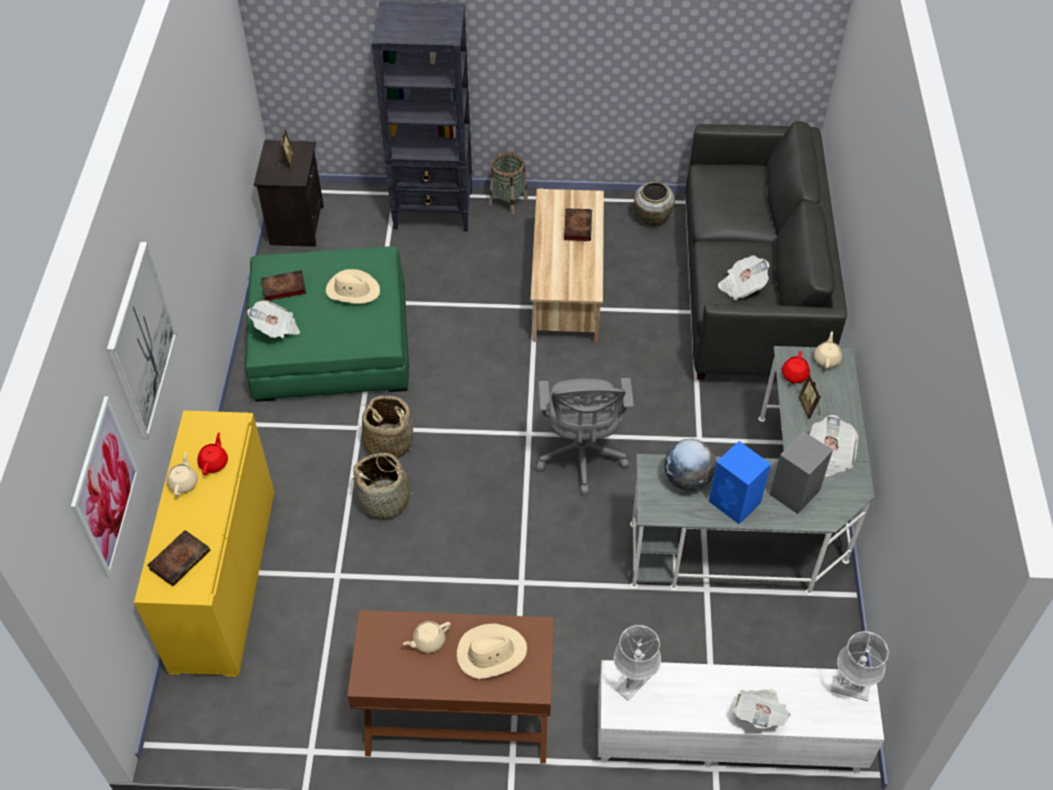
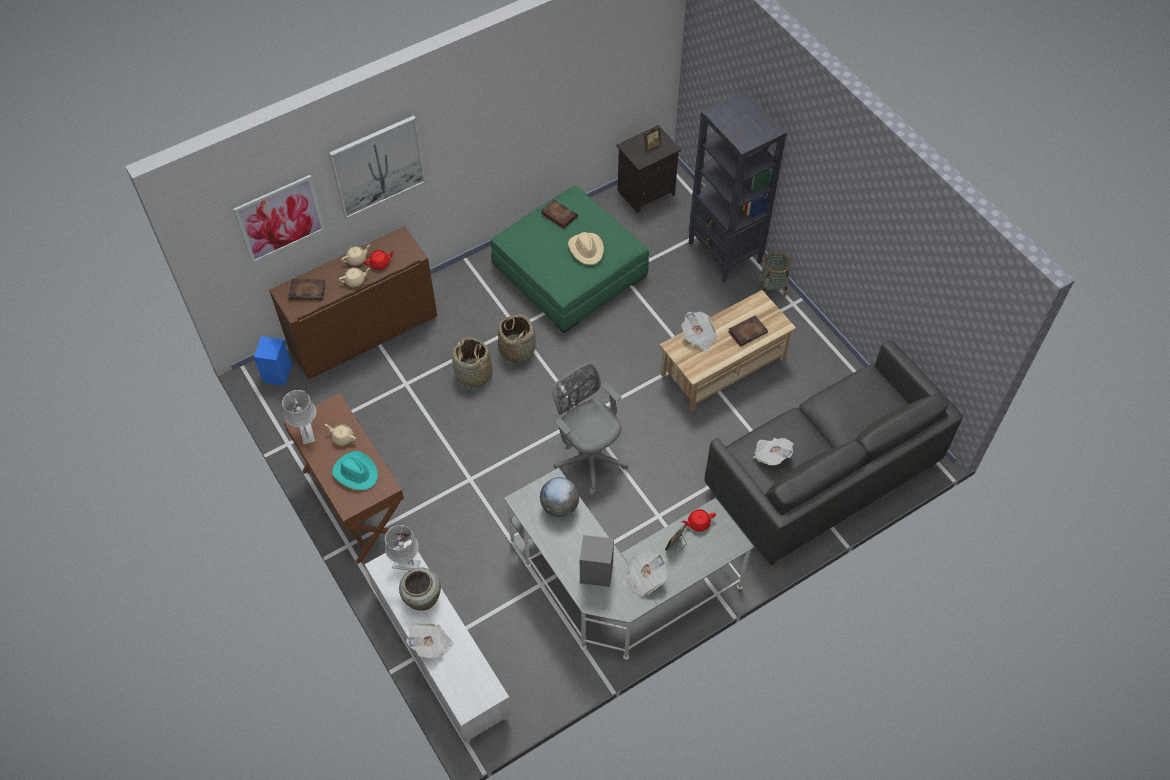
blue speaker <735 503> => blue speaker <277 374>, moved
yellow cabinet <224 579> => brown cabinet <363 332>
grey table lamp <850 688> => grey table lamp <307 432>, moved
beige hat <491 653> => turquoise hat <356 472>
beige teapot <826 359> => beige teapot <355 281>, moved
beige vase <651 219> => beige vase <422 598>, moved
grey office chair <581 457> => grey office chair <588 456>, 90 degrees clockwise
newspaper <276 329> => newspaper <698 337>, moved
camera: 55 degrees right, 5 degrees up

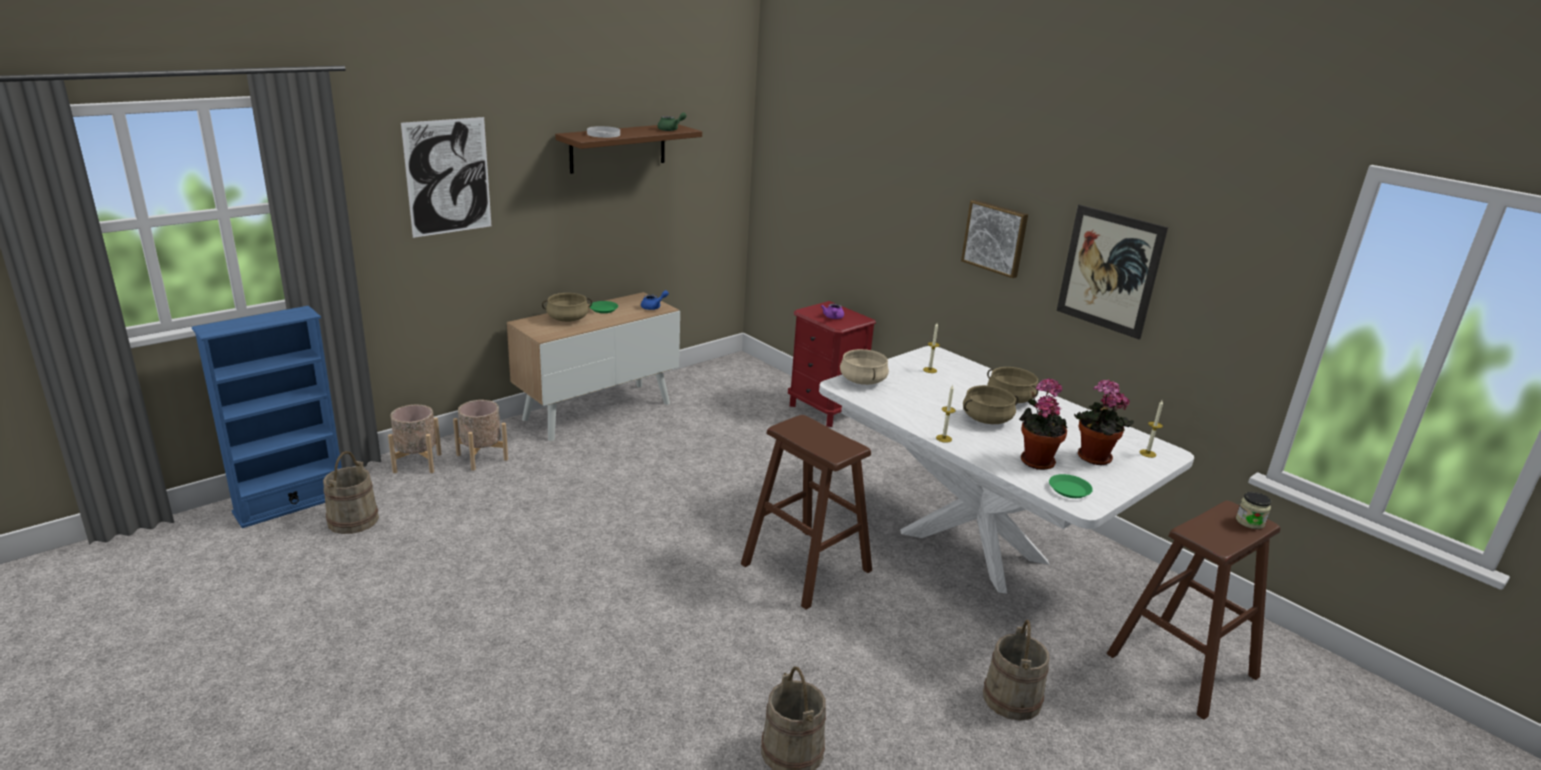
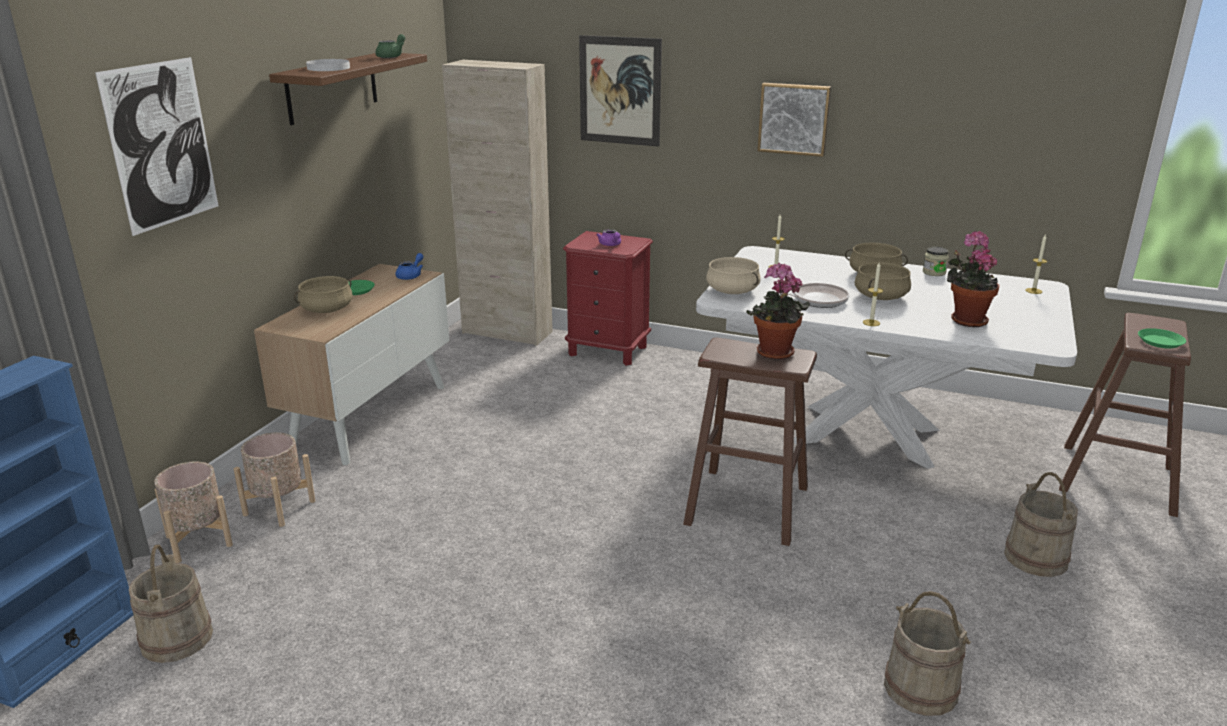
nothing => beige cabinet <507 332>
picture <1109 271> => picture <620 91>, moved
potted plant <1092 459> => potted plant <774 354>, moved
nothing => frying pan <816 300>
jar <1250 522> => jar <934 272>, moved
green plate <1069 489> => green plate <1160 342>, moved
camera: 25 degrees left, 0 degrees up

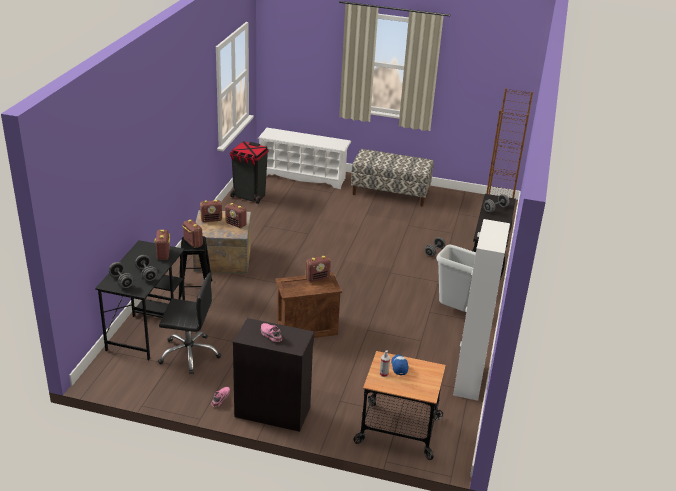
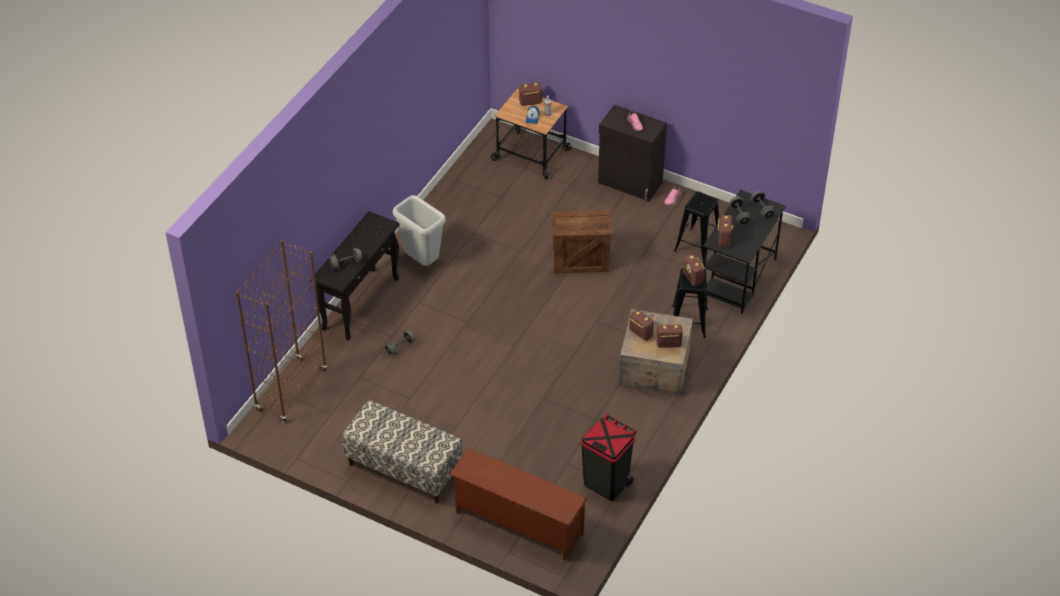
white shoe rack <303 176> => brown shoe rack <517 524>
radio <317 278> => radio <530 102>, moved
black office chair <189 354> => black stool <697 245>
white cabinet <469 380> => nothing
camera: 165 degrees left, 15 degrees up

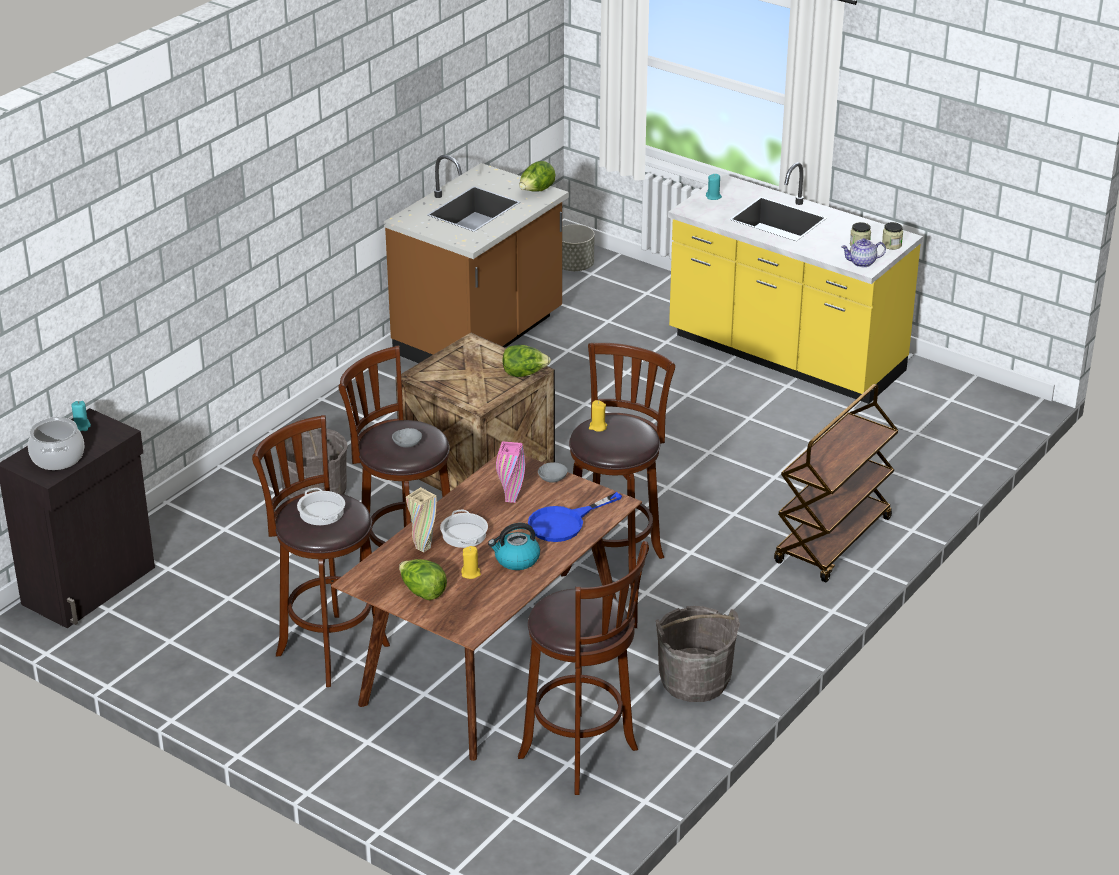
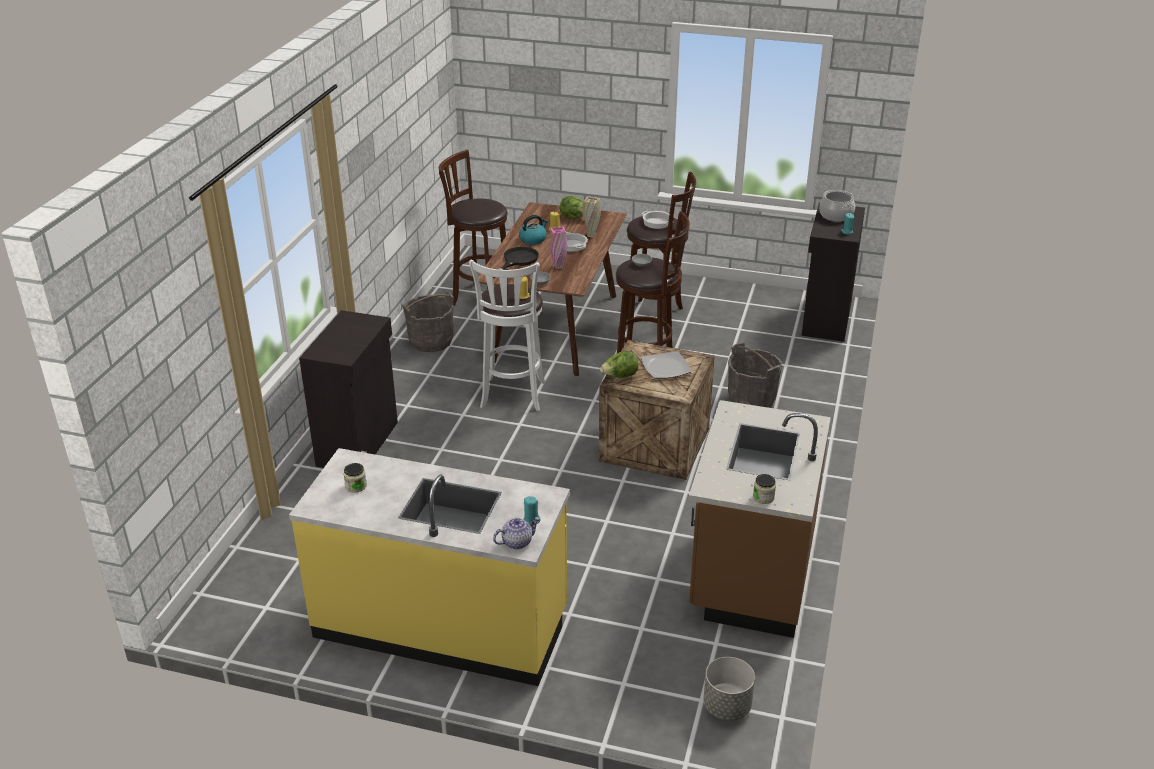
brown cart <833 541> => black cabinet <359 443>
brown stool <615 562> => white stool <512 397>
blue frying pan <564 523> => black frying pan <516 261>
teapot <862 263> => teapot <517 542>, moved
nothing => plate <665 368>
jar <891 245> => jar <763 497>, moved
lettuce <536 191> => nothing
camera: 160 degrees right, 0 degrees up

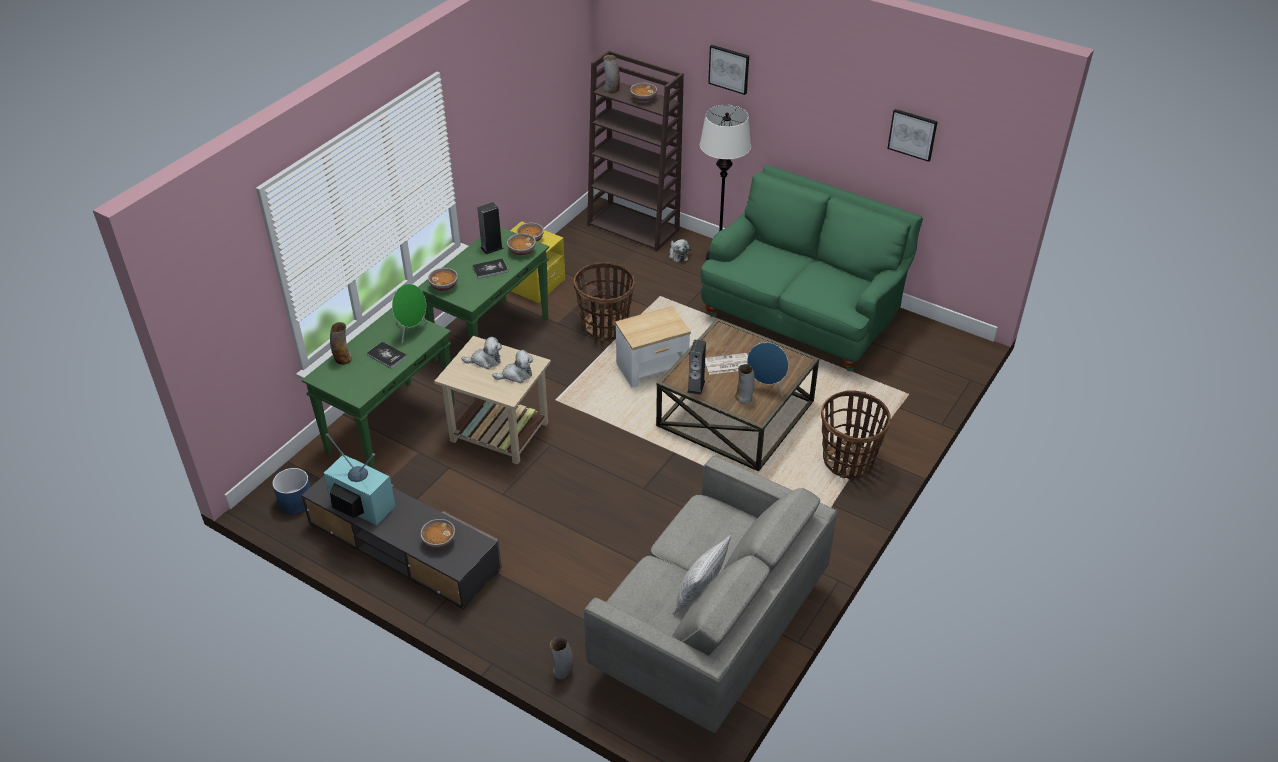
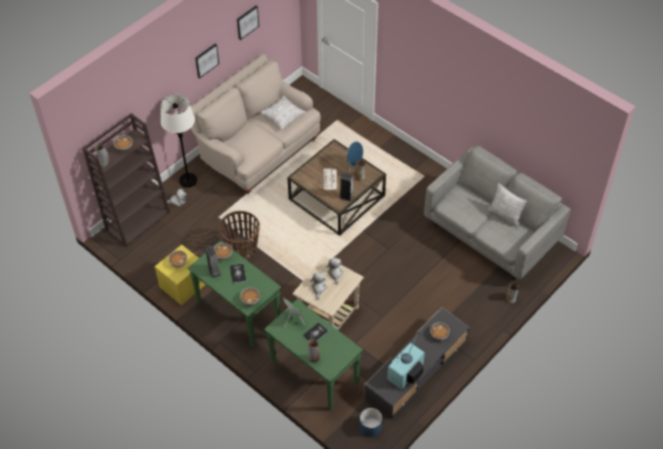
green sofa <803 316> => beige sofa <258 150>
picture <729 69> => picture <206 60>, moved
nothing => pillow <283 116>
side table <652 368> => nothing
basket <848 461> => nothing
camera: 80 degrees left, 10 degrees up

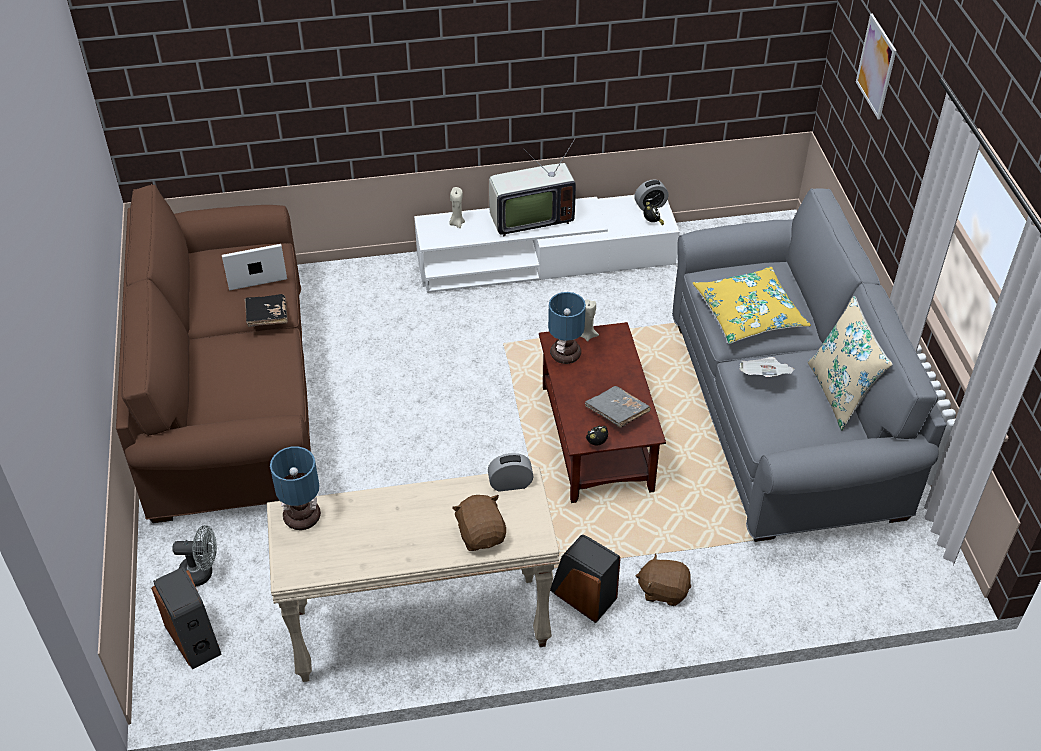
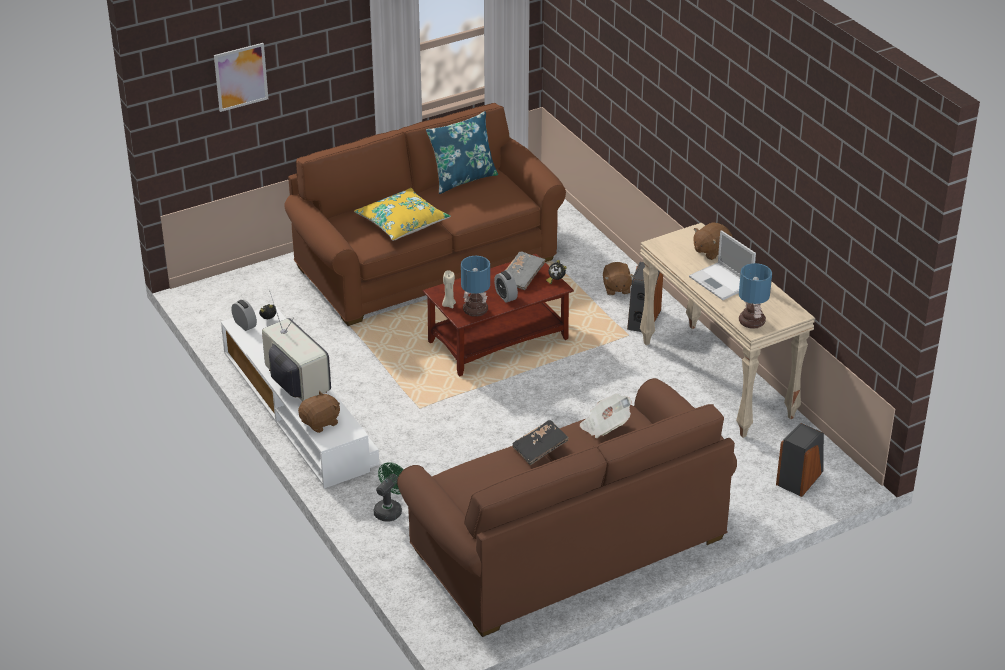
grey sofa <783 414> => brown sofa <426 264>
beige candle <457 223> => brown plush toy <320 423>
nothing => green fan <390 509>
beige pillow <840 393> => blue pillow <462 179>
alarm clock <510 484> => alarm clock <506 296>, moved
newspaper <764 377> => newspaper <605 426>, moved
laptop <253 272> => laptop <721 282>, moved
grey fan <202 573> => nothing
camera: 110 degrees left, 10 degrees down

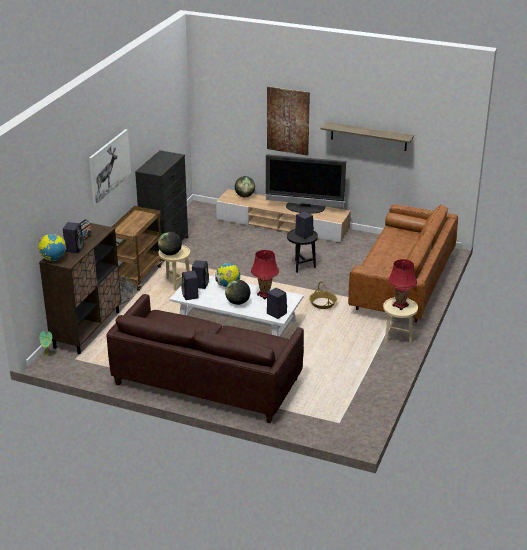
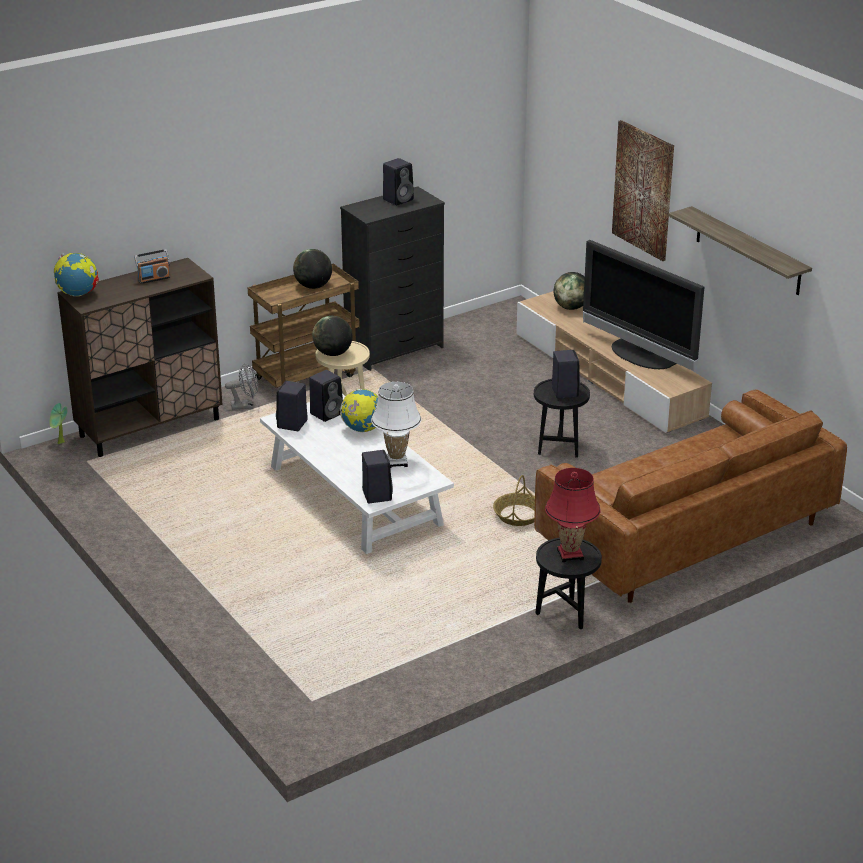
globe <238 302> => globe <313 286>, moved
red table lamp <265 295> => white table lamp <397 462>
black speaker <74 248> => black speaker <398 199>, moved
beige side table <398 339> => black side table <565 615>
picture <109 166> => nothing
brown sofa <207 381> => nothing
camera: 35 degrees right, 0 degrees up

